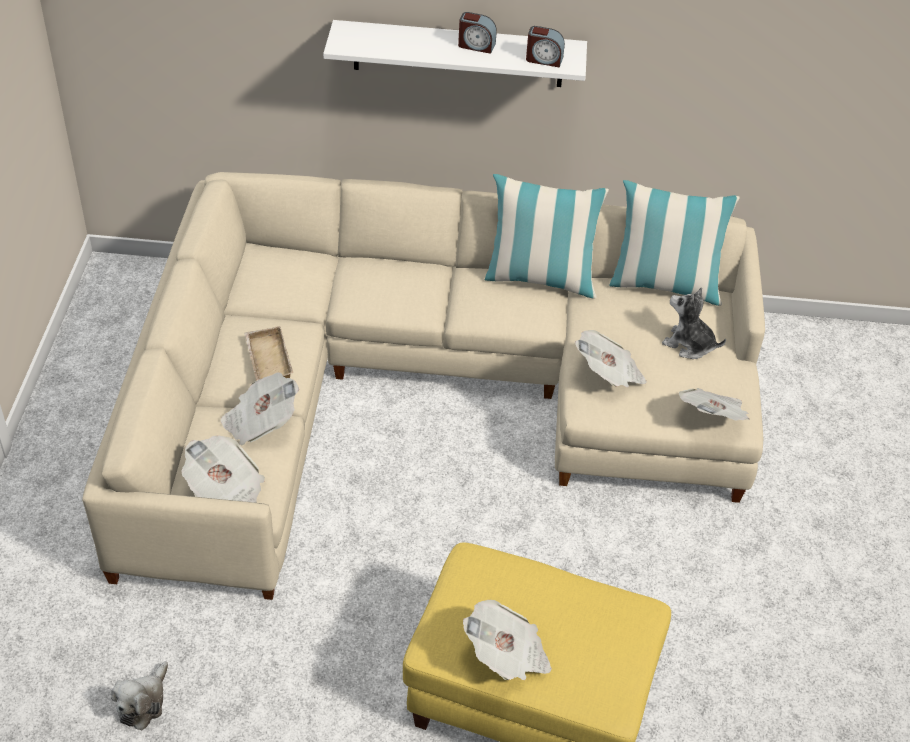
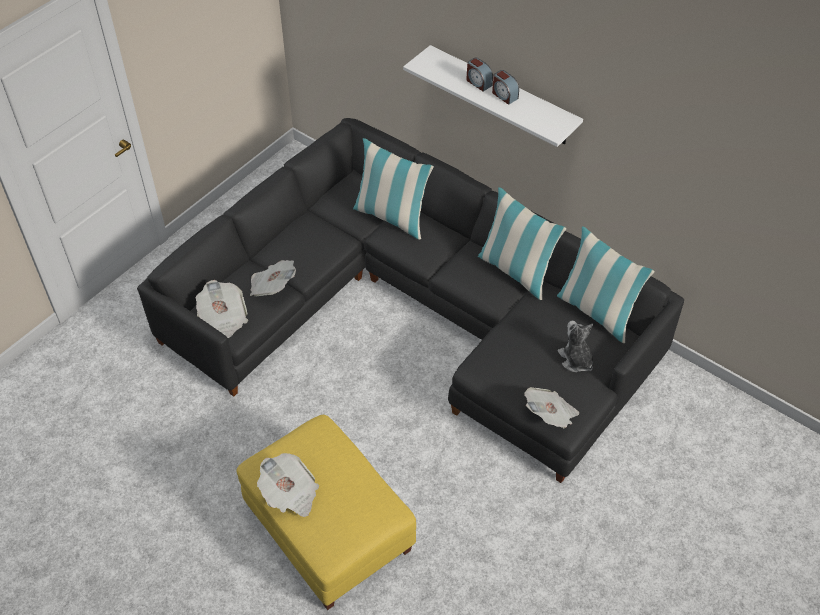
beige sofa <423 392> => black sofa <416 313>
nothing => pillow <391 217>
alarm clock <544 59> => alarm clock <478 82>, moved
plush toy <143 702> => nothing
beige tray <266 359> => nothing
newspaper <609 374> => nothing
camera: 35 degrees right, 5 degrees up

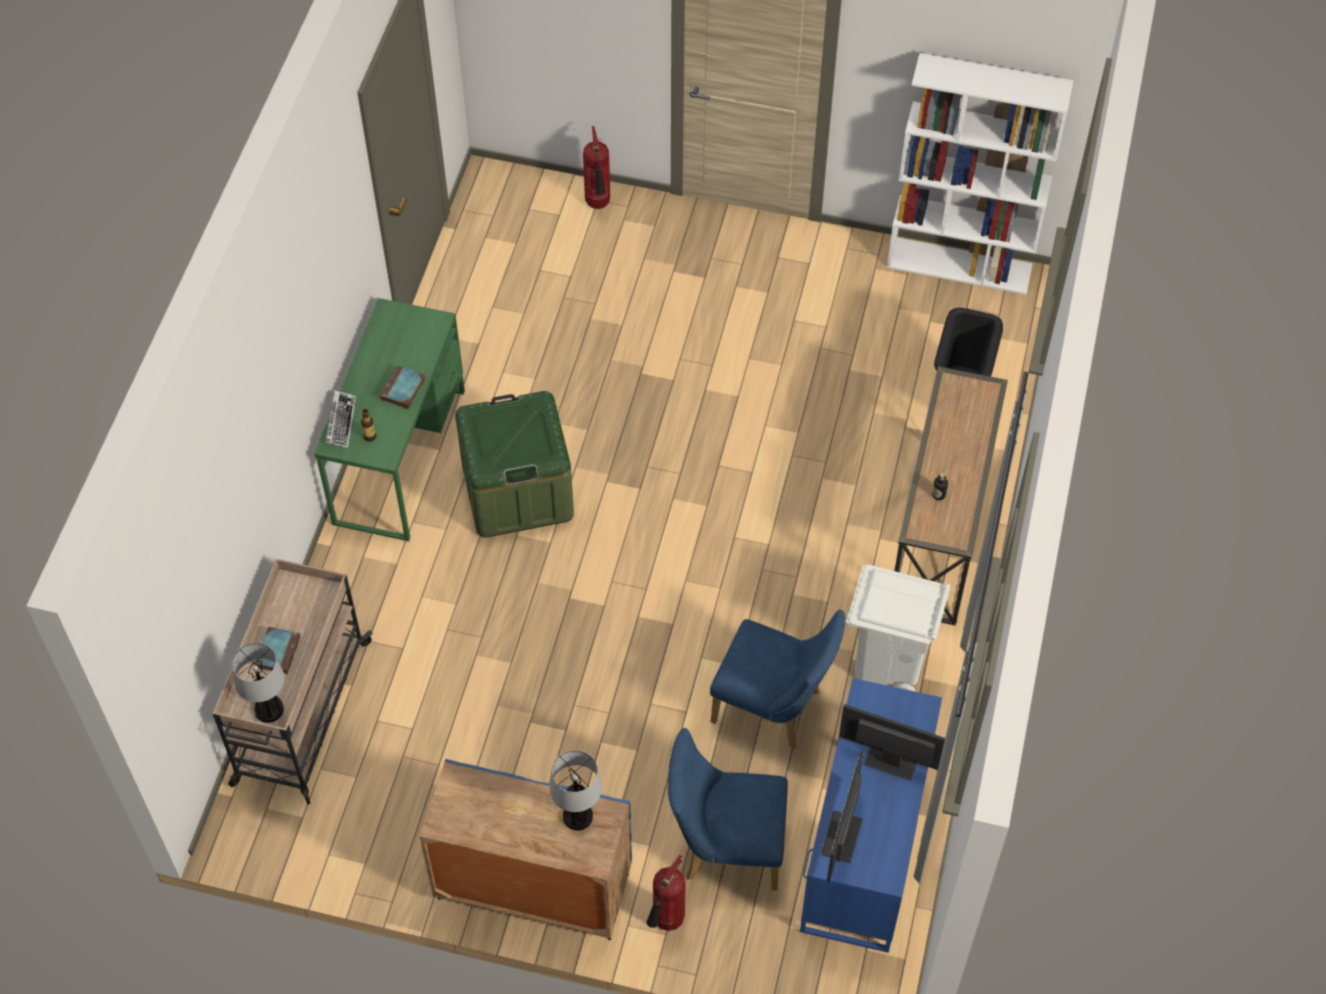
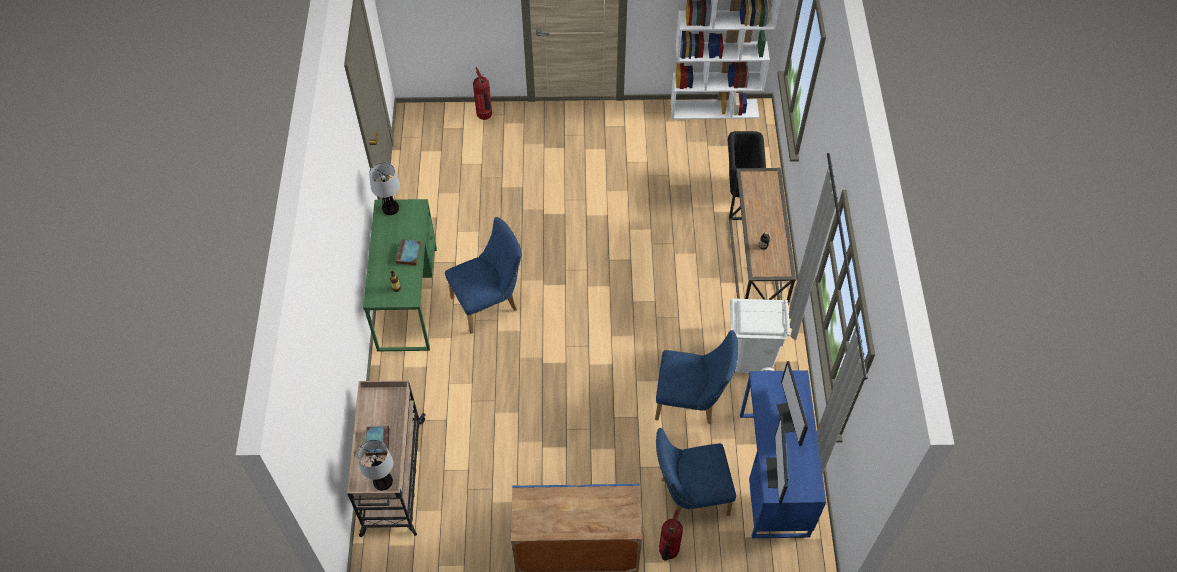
table lamp <578 816> => table lamp <391 208>, moved
green storage box <517 491> => blue chair <489 303>
monitor <890 761> => monitor <790 417>, 105 degrees counterclockwise
keyboard <341 422> => nothing
camera: 15 degrees left, 0 degrees up

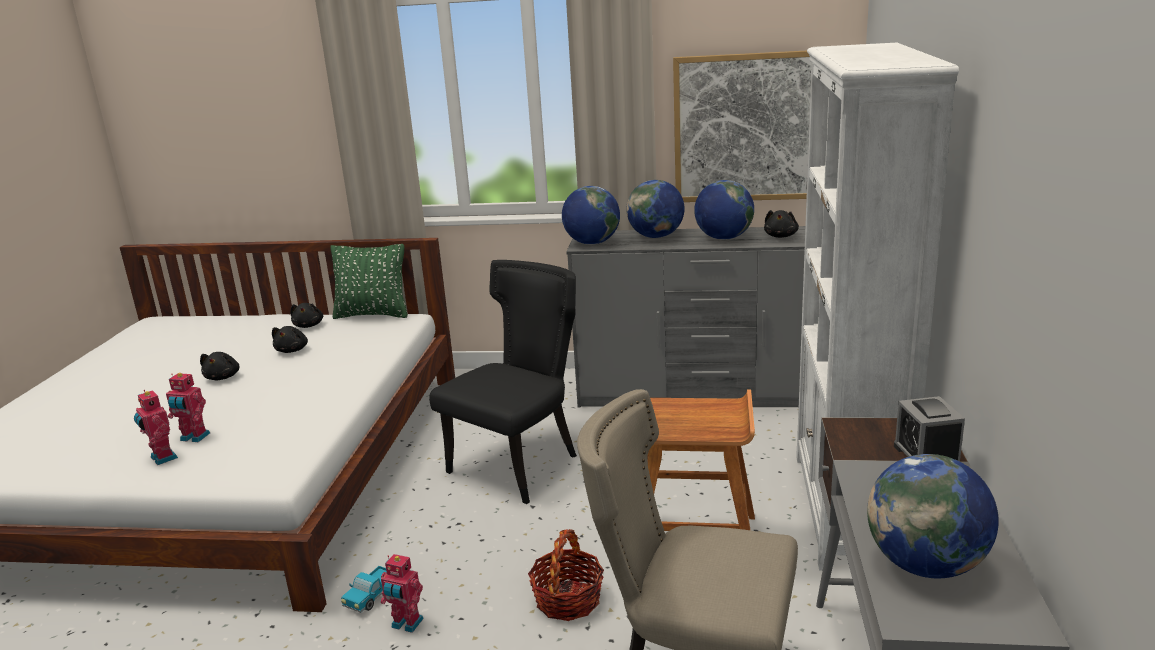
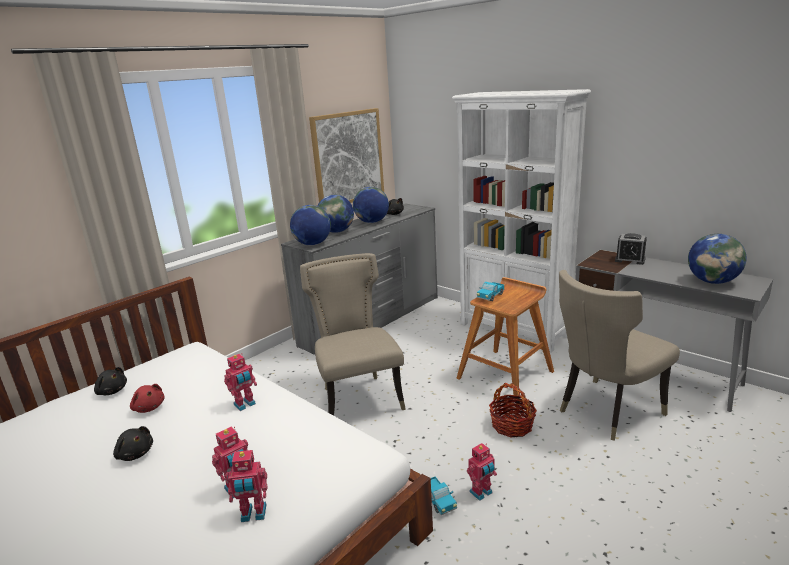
black plush toy <292 350> => red plush toy <149 407>
nothing => toy robot <245 405>
black chair <520 464> => beige chair <358 398>
nothing => toy truck <490 296>
green pillow <373 314> => nothing
camera: 55 degrees left, 0 degrees up

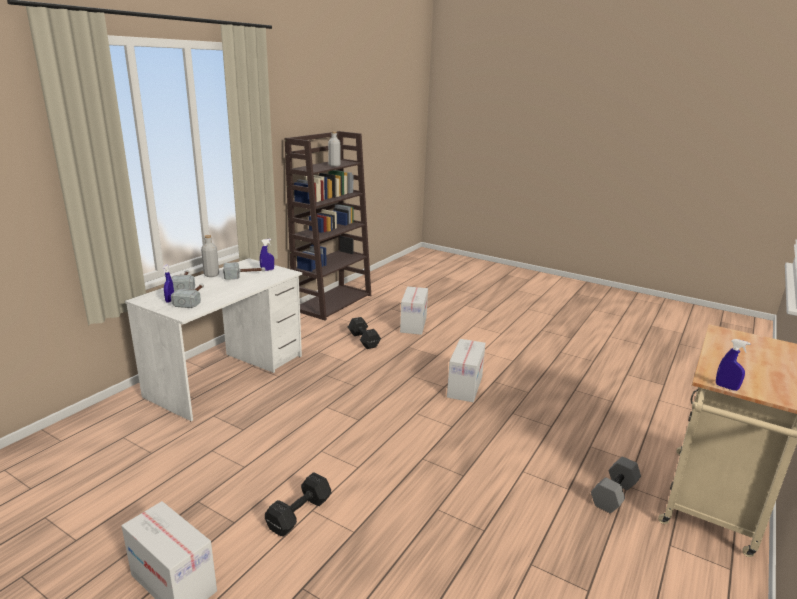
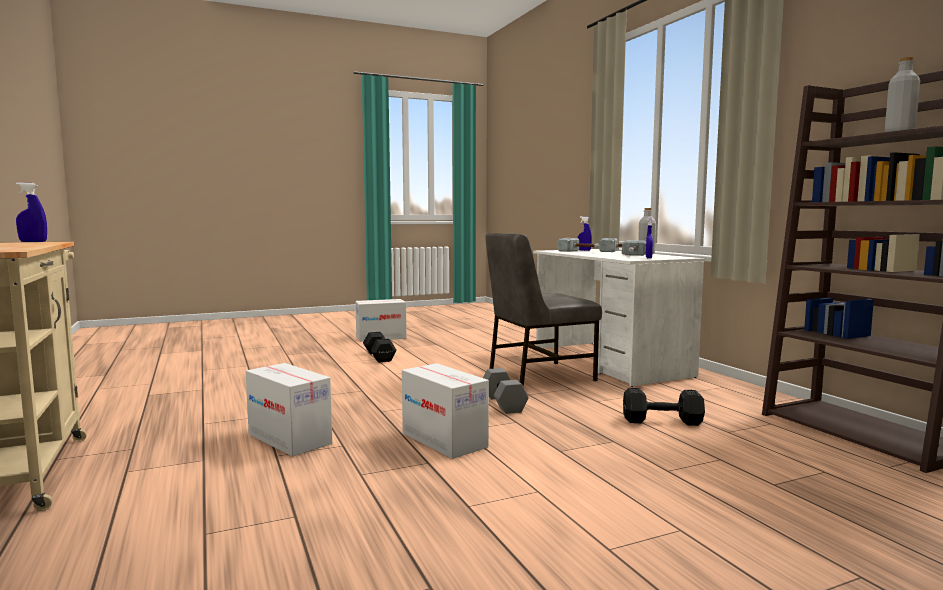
cardboard box <413 325> => cardboard box <289 439>, moved
grey dumbbell <614 495> => grey dumbbell <502 403>, moved
nothing => grey chair <538 375>
camera: 125 degrees right, 15 degrees down

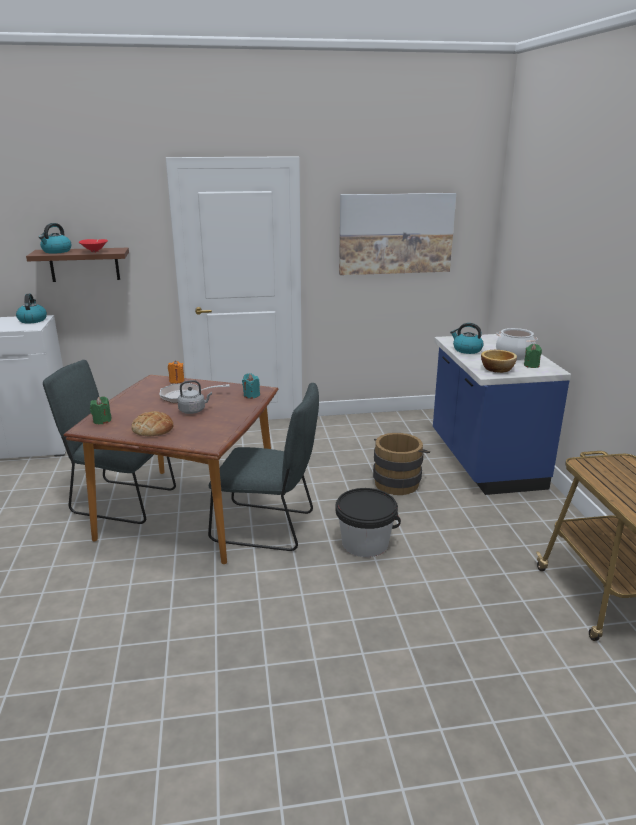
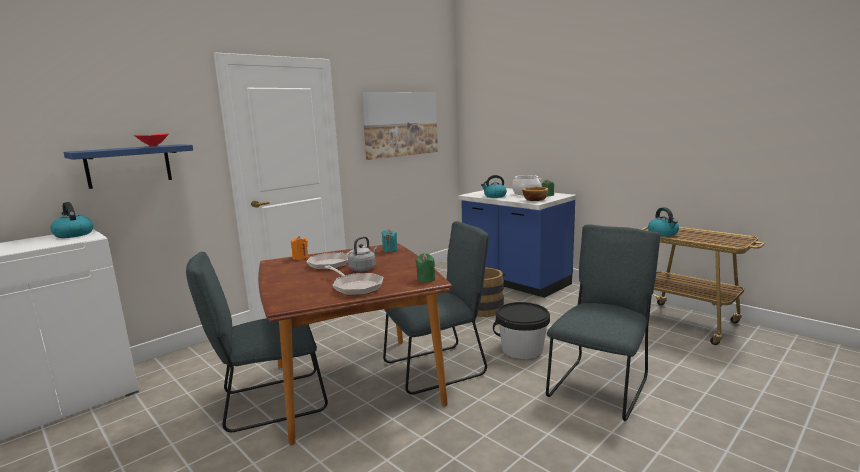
brown shelf <84 264> => blue shelf <129 166>
bread <153 429> => frying pan <355 287>
green candle <102 421> => green candle <426 279>, moved
nothing => grey chair <600 385>
kettle <56 251> => kettle <663 234>, moved
camera: 35 degrees left, 10 degrees down

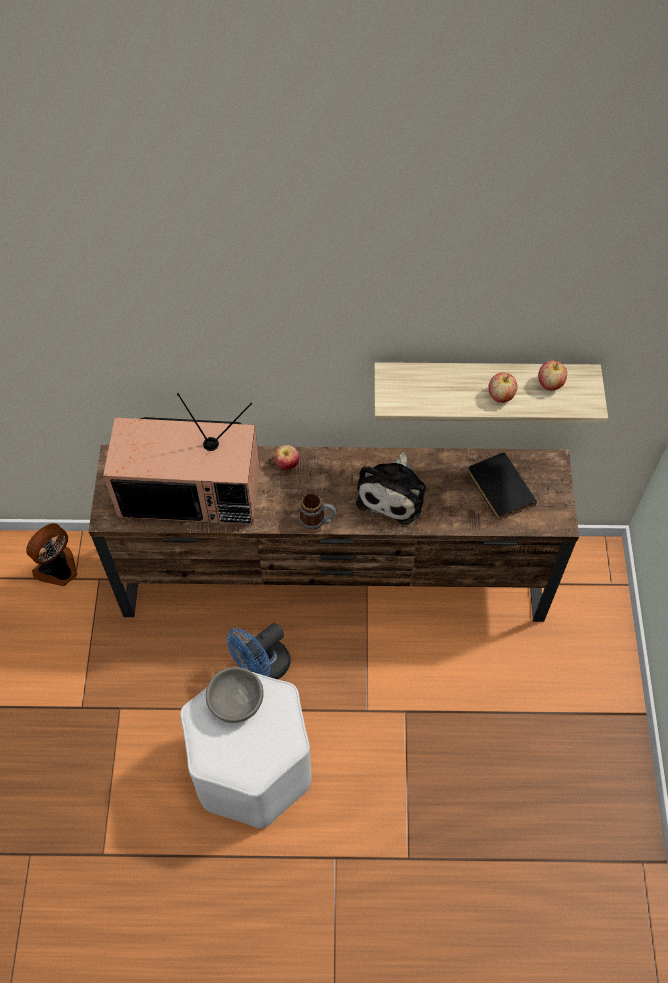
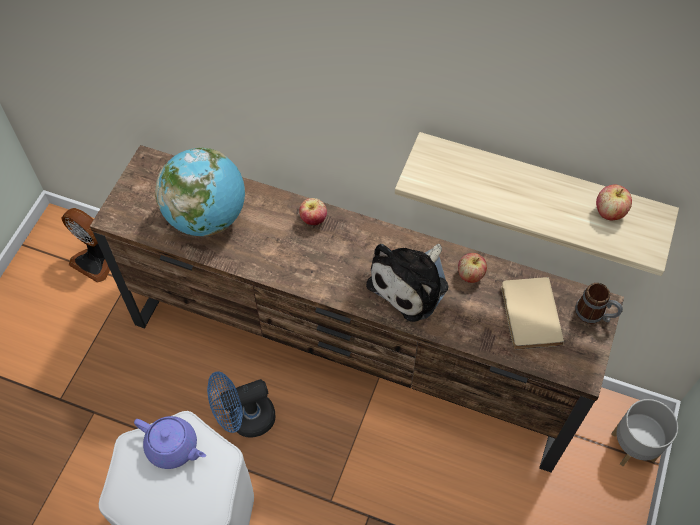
fan <58 569> => fan <95 260>, 120 degrees counterclockwise
grey bowl <235 701> => purple teapot <173 447>
television <192 490> => globe <207 217>
apple <500 396> => apple <470 275>, moved
black book <498 488> => beige book <528 315>
mug <317 520> => mug <594 314>, moved
nothing => grey planter <632 446>
camera: 20 degrees right, 0 degrees up

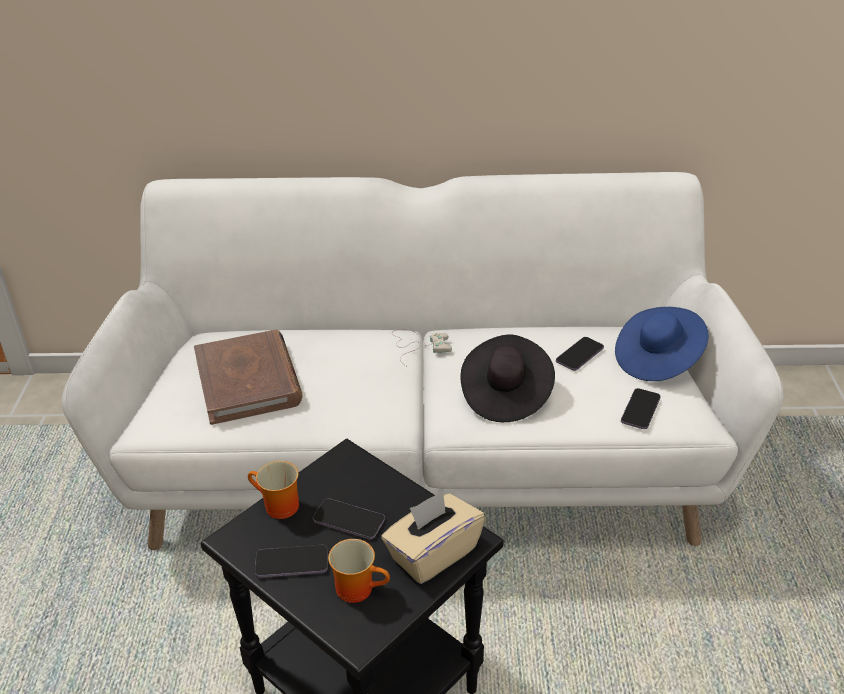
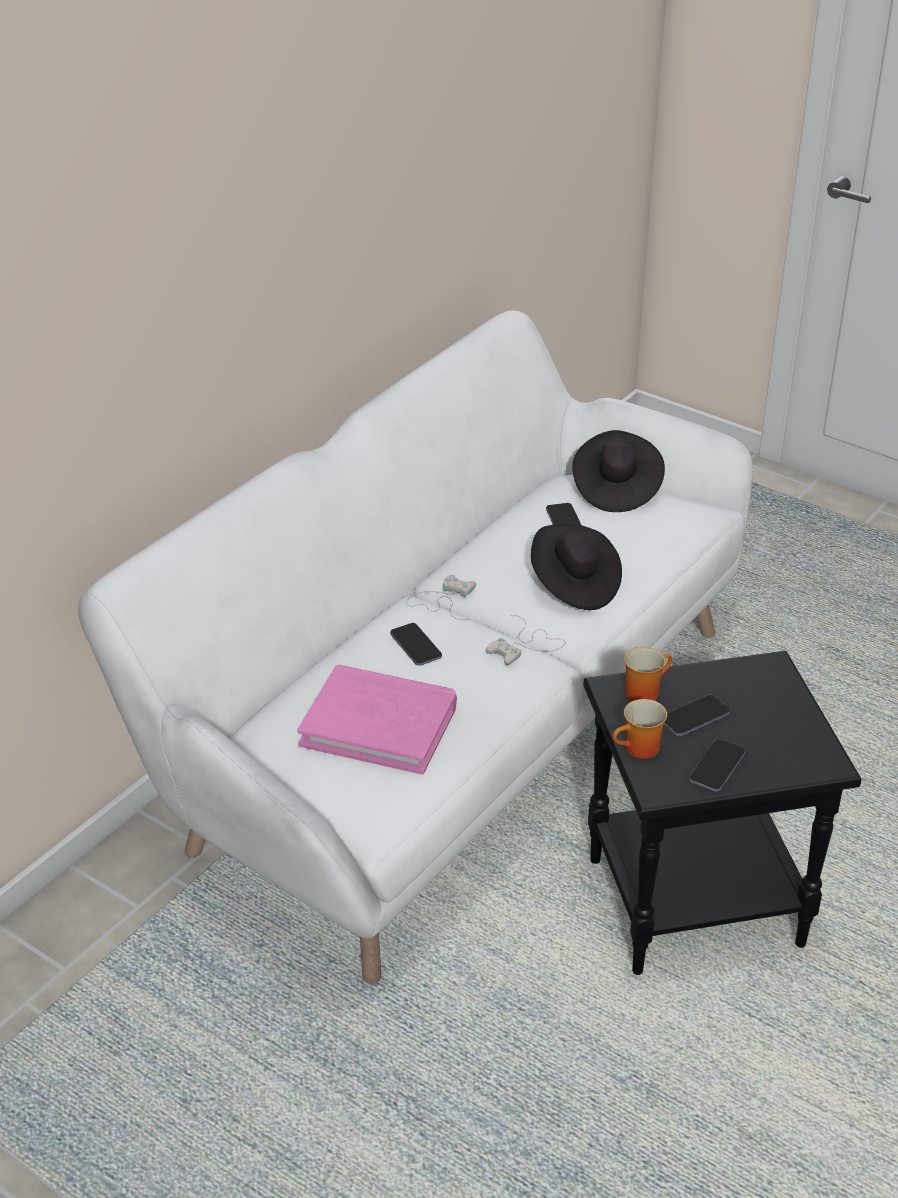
brown book <248 381> => pink book <379 724>
phone <640 410> => phone <415 646>, moved
nothing => white game controller <526 645>
blue hat <657 360> => black hat <615 489>
mug <359 587> => mug <643 691>, moved
beige tissue box <433 553> => nothing
camera: 55 degrees left, 0 degrees up

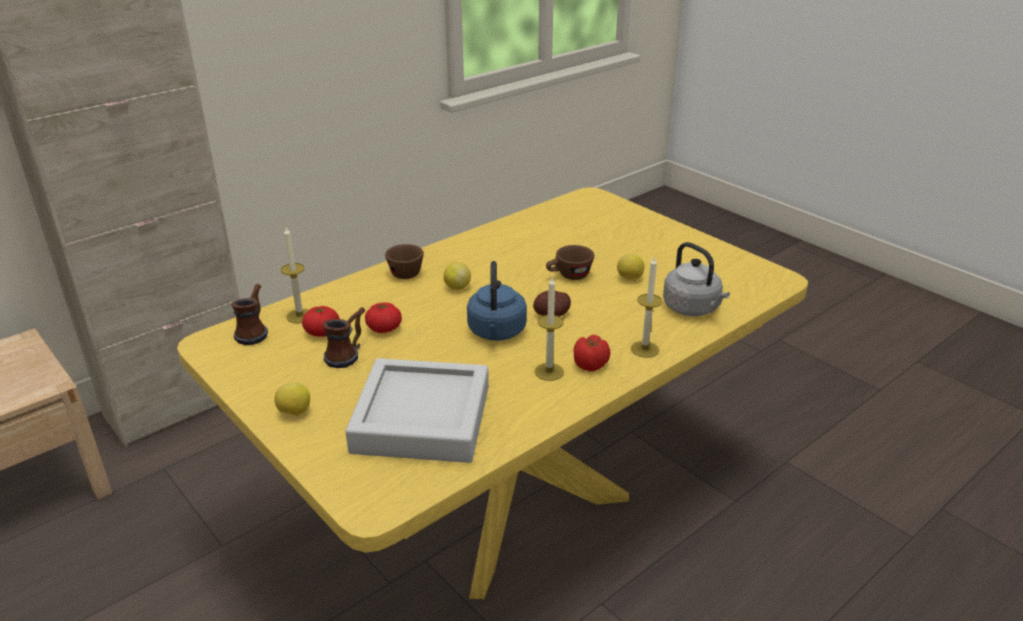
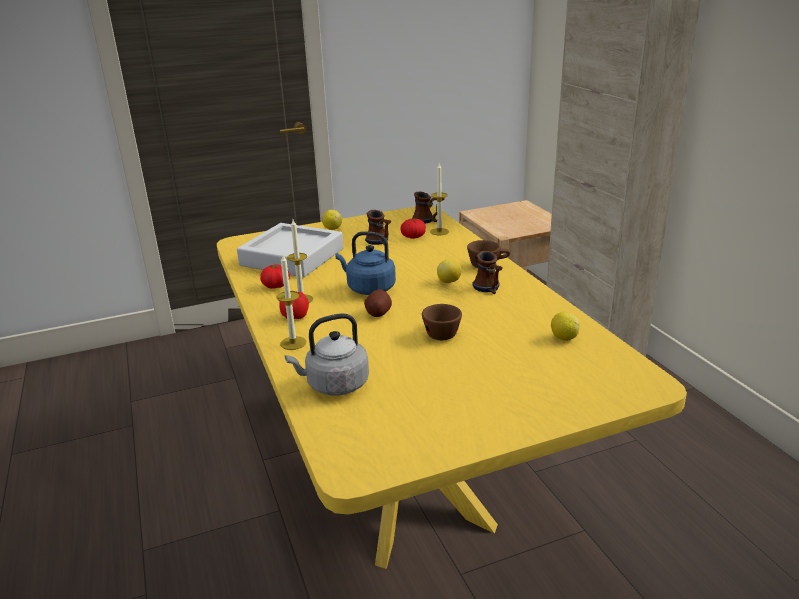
tomato <384 328> => tomato <276 286>, moved
nothing => mug <489 289>
lemon <629 278> => lemon <564 338>, moved
camera: 110 degrees right, 5 degrees down

